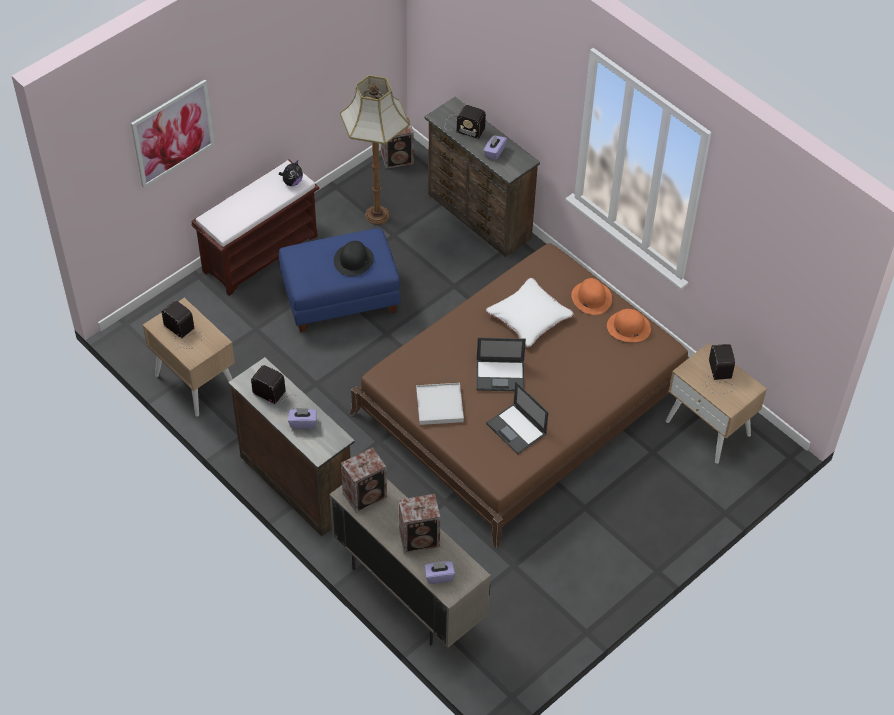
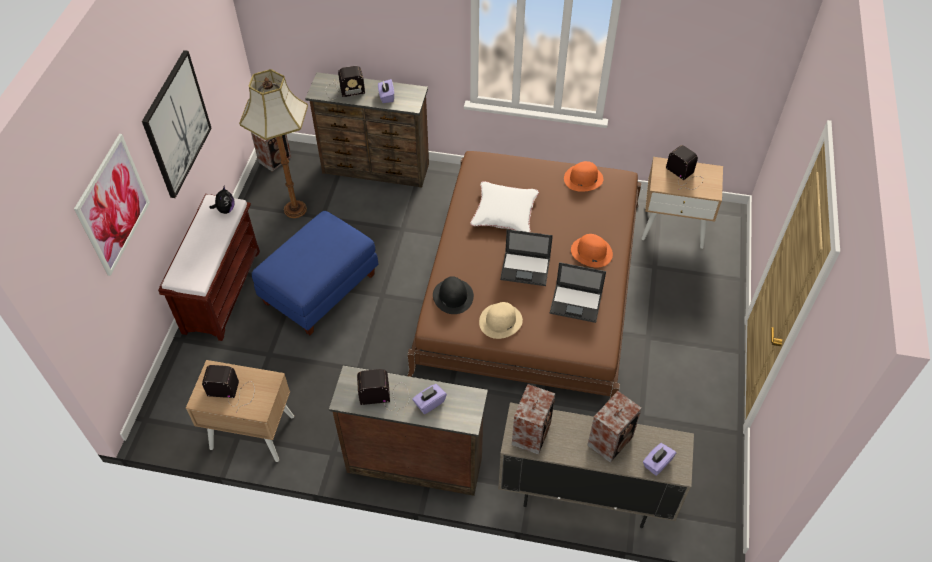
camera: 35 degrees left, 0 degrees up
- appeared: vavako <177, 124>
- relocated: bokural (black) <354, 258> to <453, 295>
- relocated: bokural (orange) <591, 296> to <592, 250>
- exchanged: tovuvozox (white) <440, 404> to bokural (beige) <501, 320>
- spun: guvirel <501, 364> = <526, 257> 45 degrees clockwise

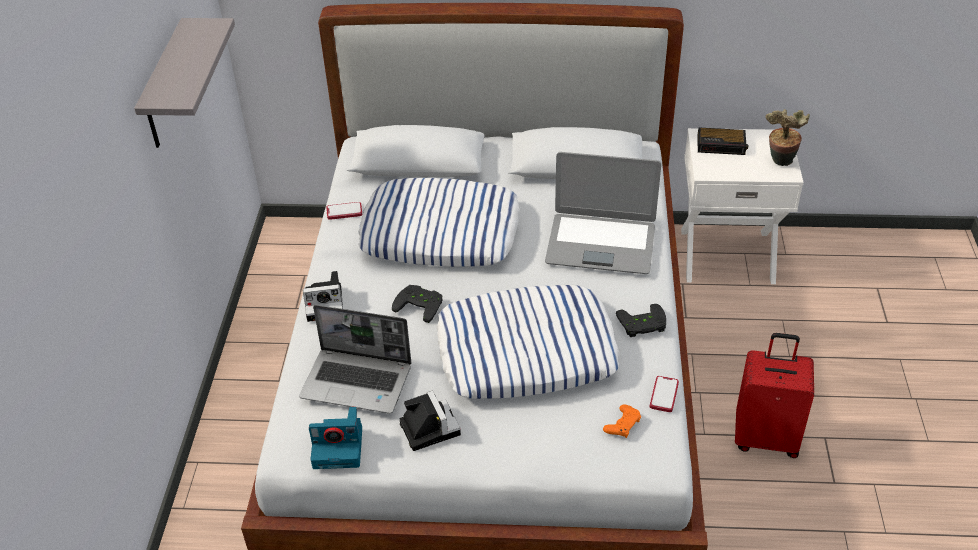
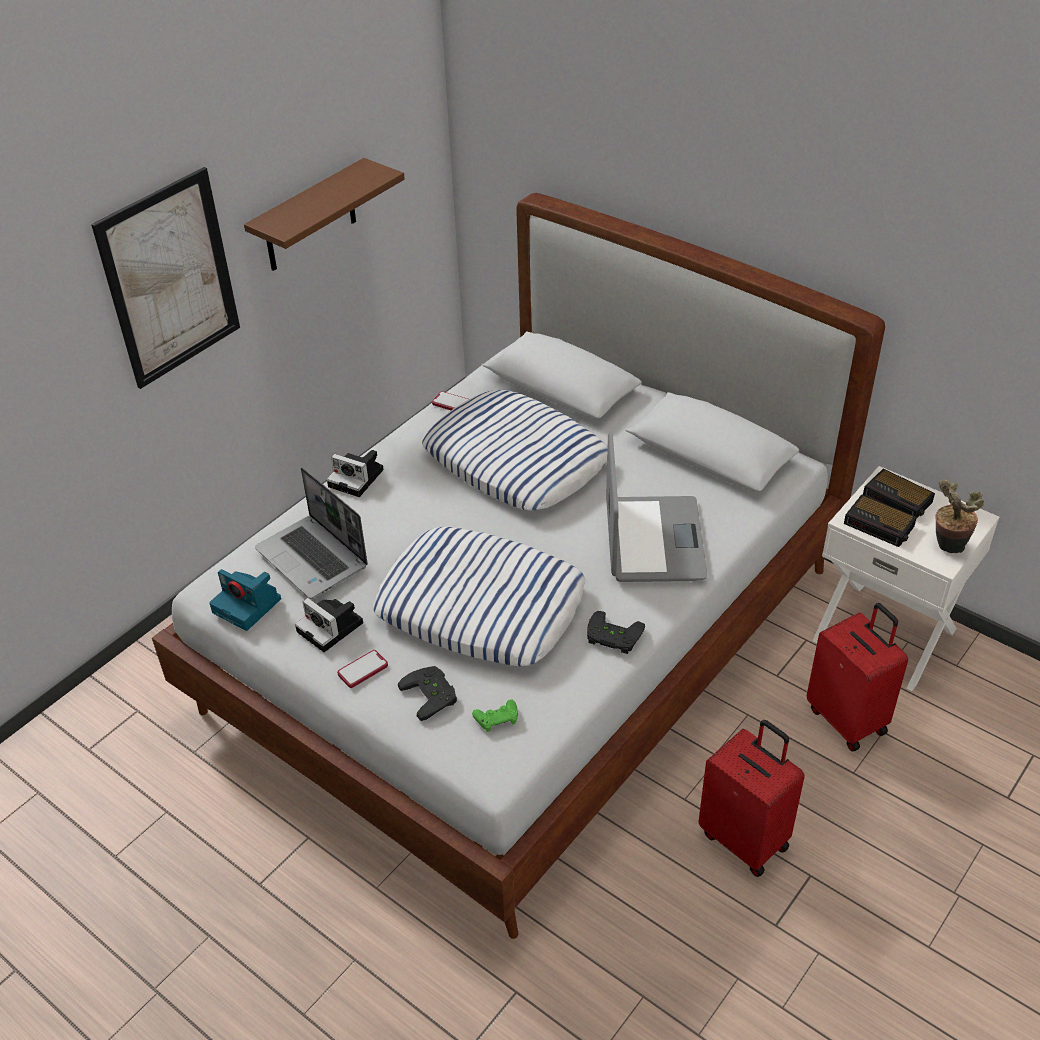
camera: 35 degrees right, 0 degrees up
- appeared: vavako <165, 278>
- appeared: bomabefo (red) <857, 677>
- appeared: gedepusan <880, 520>
- relocated: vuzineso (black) <417, 304> to <427, 693>
- relocated: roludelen <664, 394> to <362, 669>
- colour: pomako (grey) <184, 83> to pomako (brown) <324, 214>
- colour: vuzineso (orange) <622, 421> to vuzineso (green) <495, 715>
- spun: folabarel <430, 420> = <329, 625> 120 degrees clockwise
- spun: guvirel <603, 213> = <657, 506> 135 degrees counterclockwise

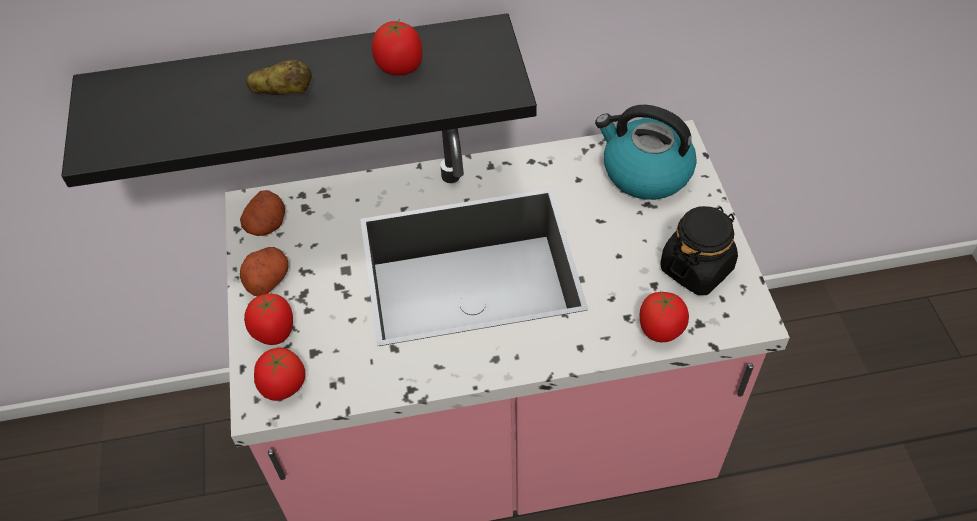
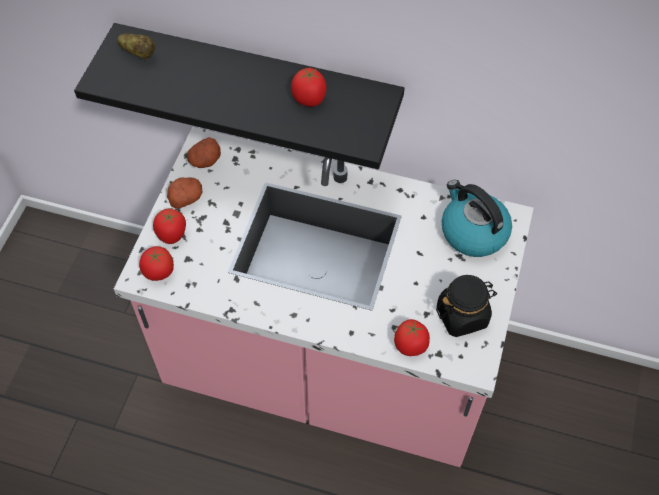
camera: 25 degrees right, 5 degrees up
- relocated: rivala <279, 77> to <136, 46>

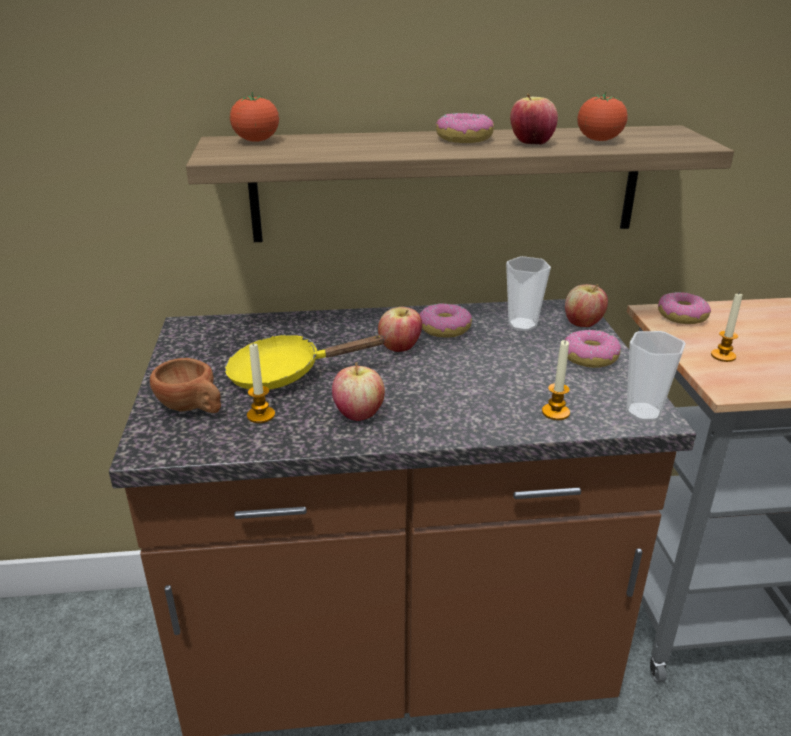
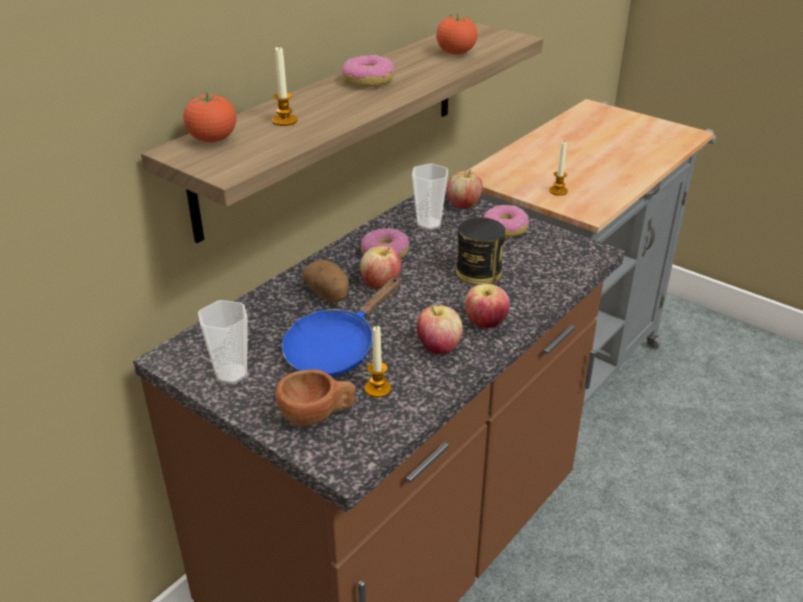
camera: 45 degrees left, 5 degrees up
- missing: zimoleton <684, 308>
- appeared: rivala <325, 281>
- appeared: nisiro <480, 251>
- relocated: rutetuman <534, 119> to <487, 306>
- relocated: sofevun <556, 380> to <285, 86>
- relocated: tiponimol <656, 376> to <223, 342>
- colour: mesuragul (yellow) <306, 362> to mesuragul (blue) <341, 327>

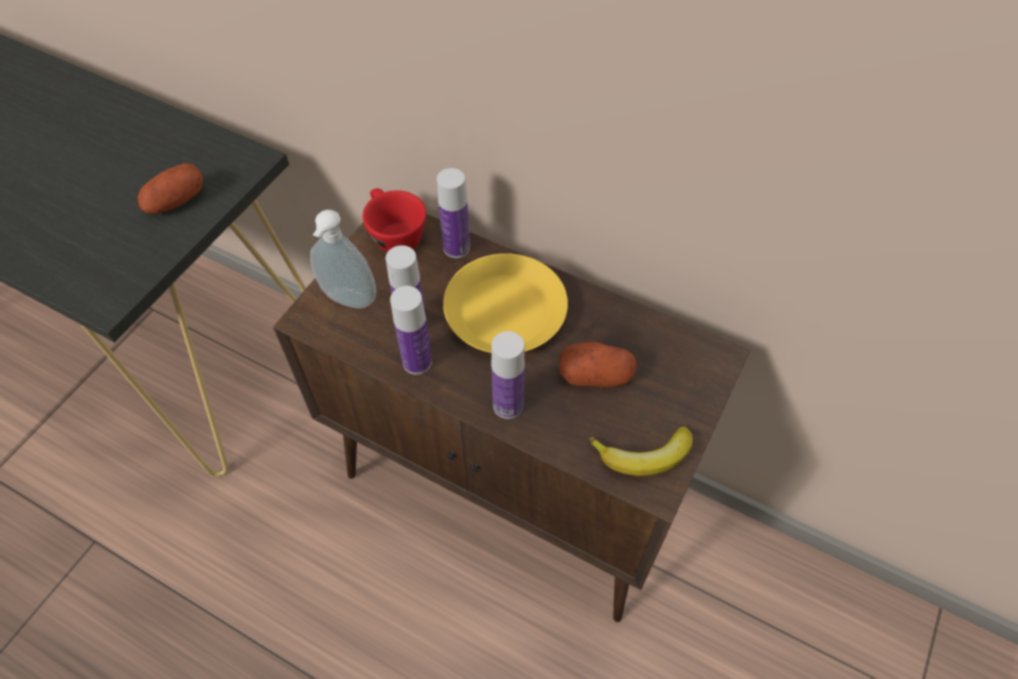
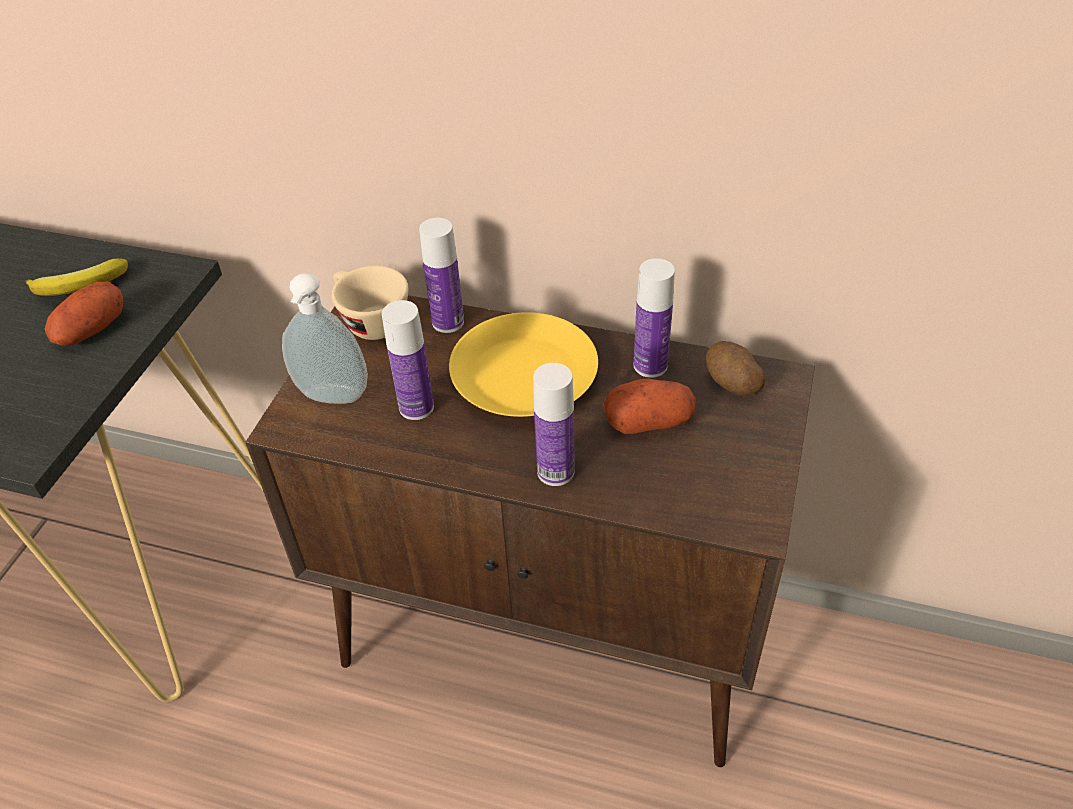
camera: 10 degrees left, 10 degrees down
- appeared: rivala <735, 368>
- relocated: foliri <411, 330> to <654, 318>
- relocated: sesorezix <641, 451> to <77, 277>
- colour: tiponimol (red) <394, 220> to tiponimol (beige) <370, 303>

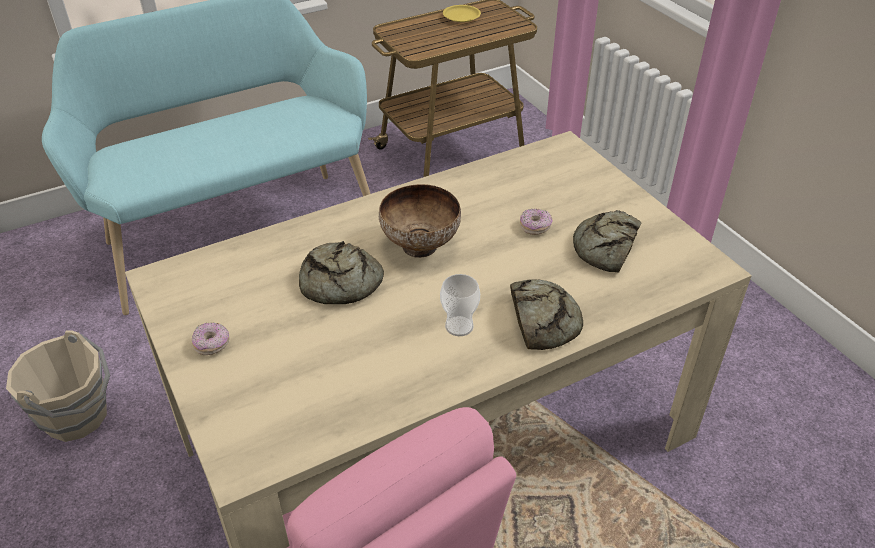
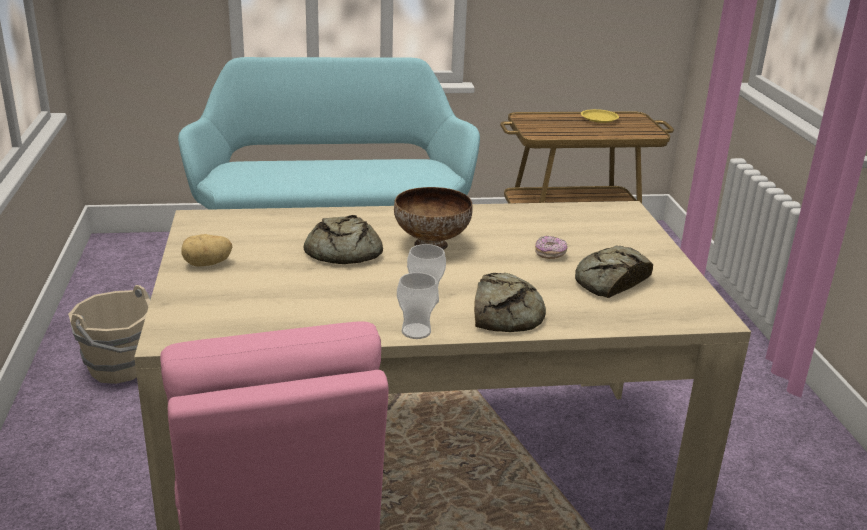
camera: 20 degrees right, 15 degrees down
- appeared: tiponimol <417, 305>
- exchanged: zimoleton <210, 338> to rivala <207, 250>

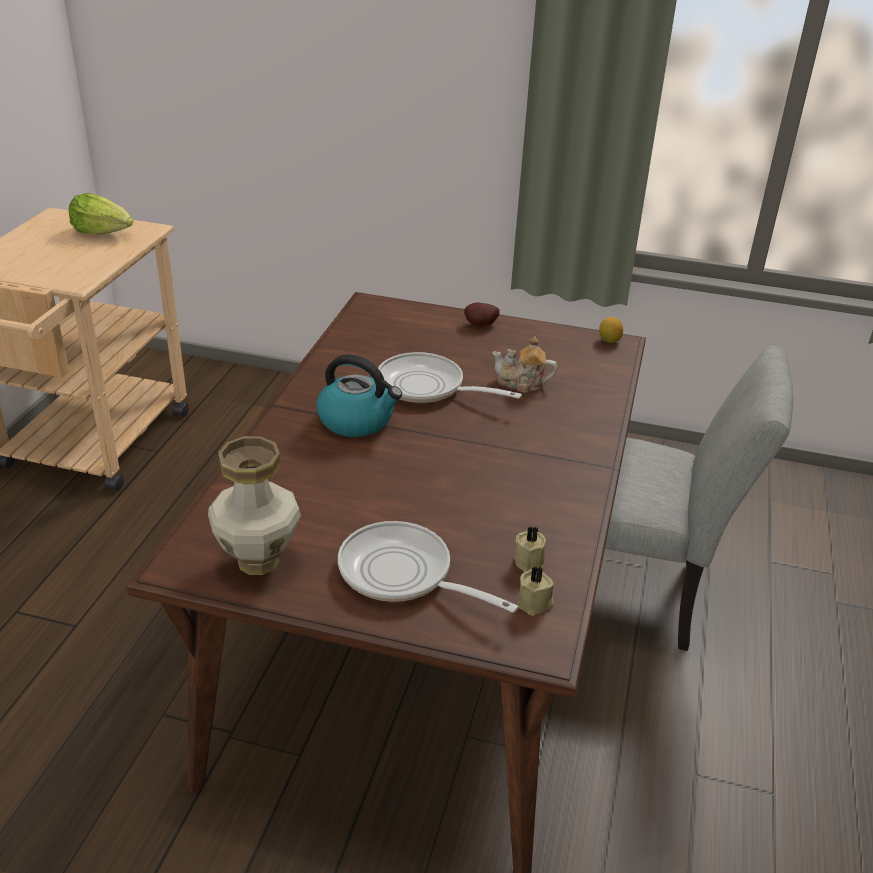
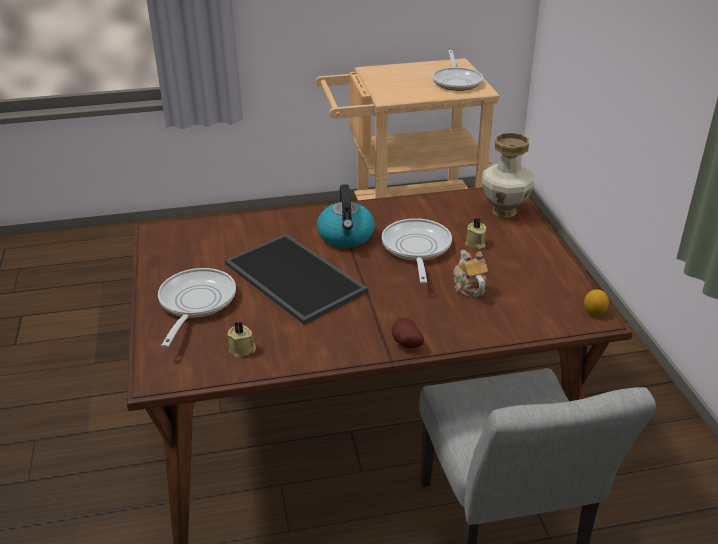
camera: 65 degrees right, 0 degrees up
- appeared: tovuvozox <296, 279>
- relocated: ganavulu <254, 506> to <508, 175>
- relocated: rivala <482, 314> to <408, 333>
- relocated: sofevun (beige) <535, 591> to <475, 233>
- exchanged: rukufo <101, 214> to mesuragul <457, 70>

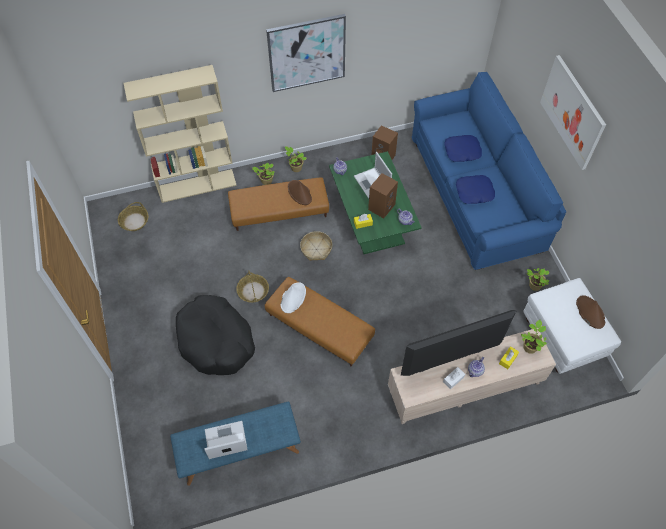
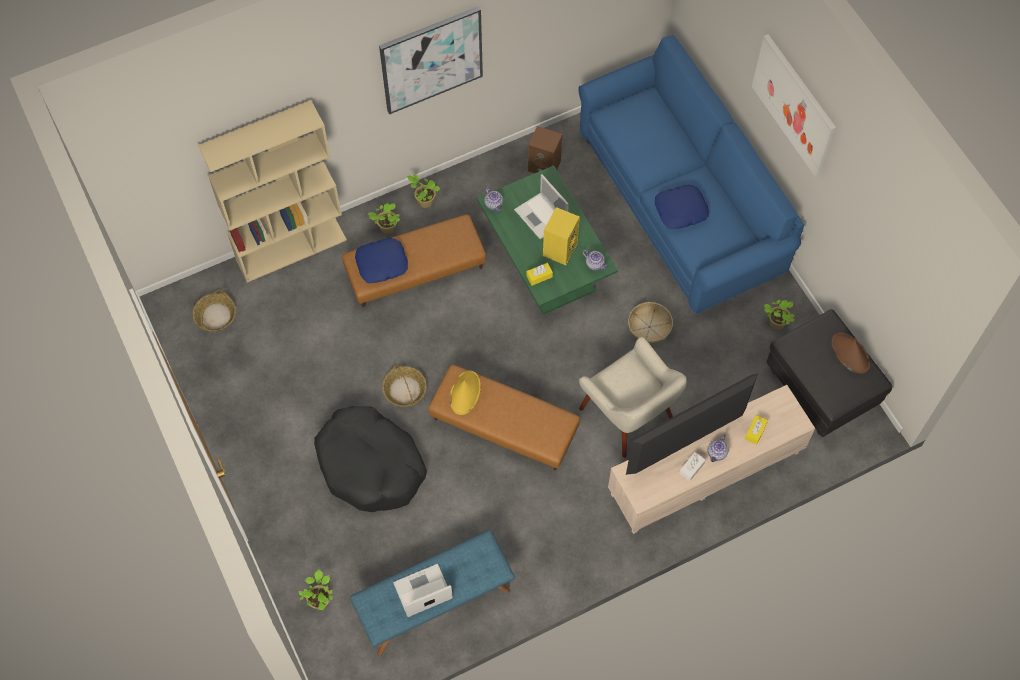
camera: 10 degrees left, 5 degrees up
- missing: bokural (brown) <300, 192>
- appeared: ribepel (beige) <633, 397>
- relocated: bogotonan <316, 246> to <650, 323>
- relocated: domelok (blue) <463, 148> to <381, 261>
- relocated: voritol <534, 337> to <315, 589>
- colour: bokural (white) <293, 297> to bokural (yellow) <465, 393>
- colour: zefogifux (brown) <383, 195> to zefogifux (yellow) <561, 236>
- colour: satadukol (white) <572, 326> to satadukol (black) <829, 373>

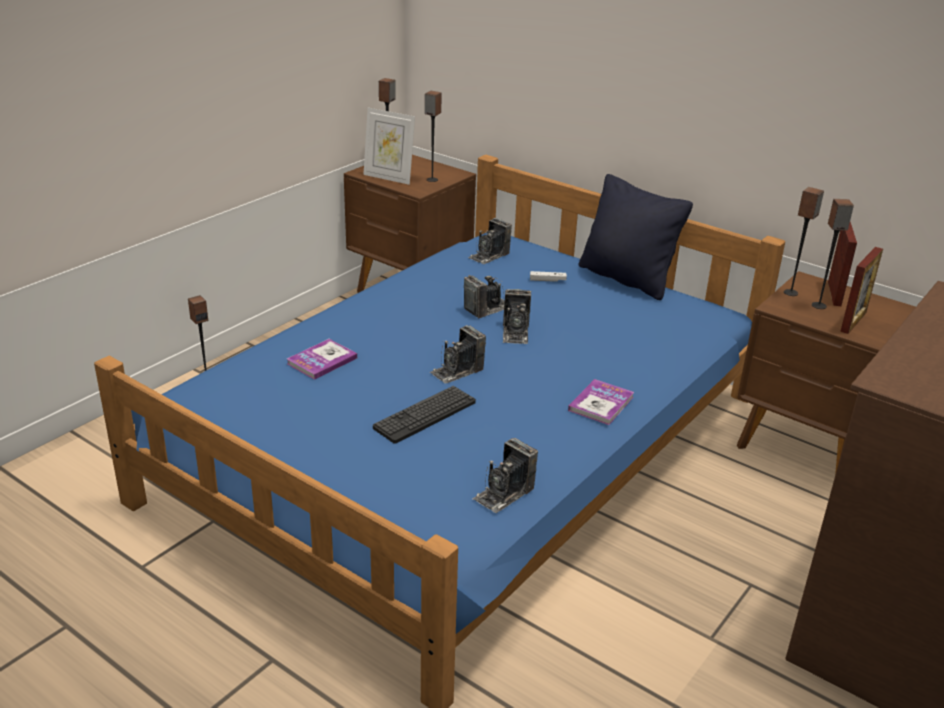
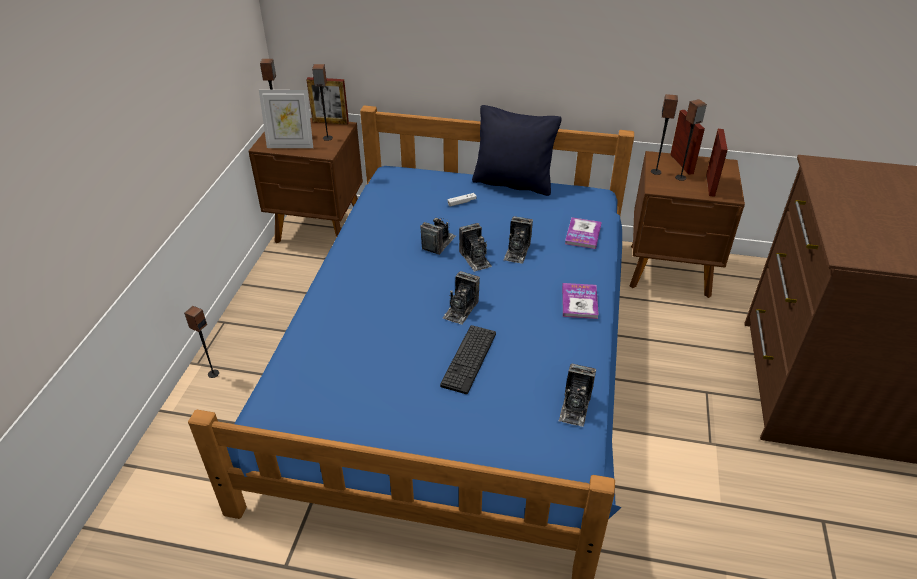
camera: 25 degrees left, 10 degrees up
- appeared: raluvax <327, 101>
- relocated: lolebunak <322, 359> to <583, 233>
- relocated: folabarel <490, 241> to <518, 240>

